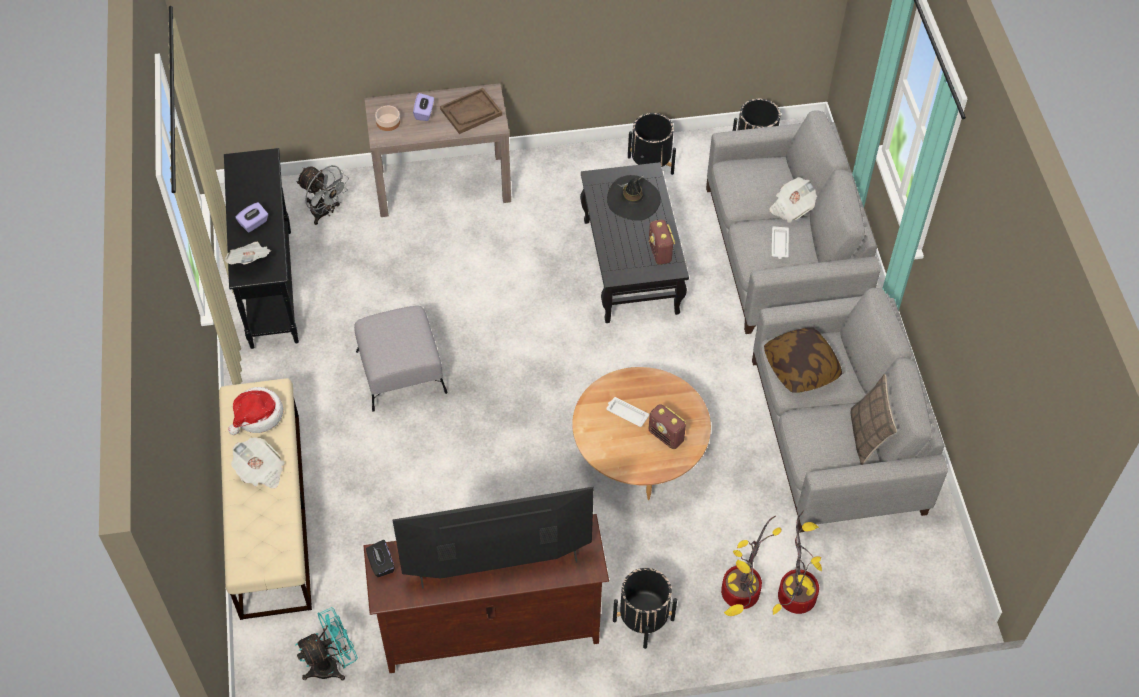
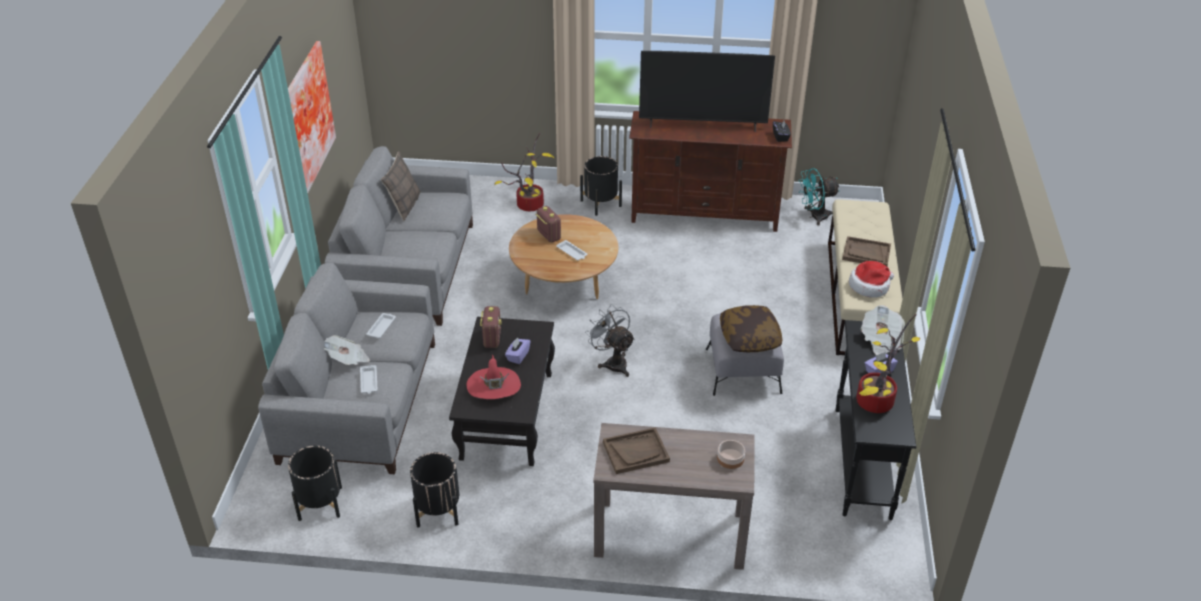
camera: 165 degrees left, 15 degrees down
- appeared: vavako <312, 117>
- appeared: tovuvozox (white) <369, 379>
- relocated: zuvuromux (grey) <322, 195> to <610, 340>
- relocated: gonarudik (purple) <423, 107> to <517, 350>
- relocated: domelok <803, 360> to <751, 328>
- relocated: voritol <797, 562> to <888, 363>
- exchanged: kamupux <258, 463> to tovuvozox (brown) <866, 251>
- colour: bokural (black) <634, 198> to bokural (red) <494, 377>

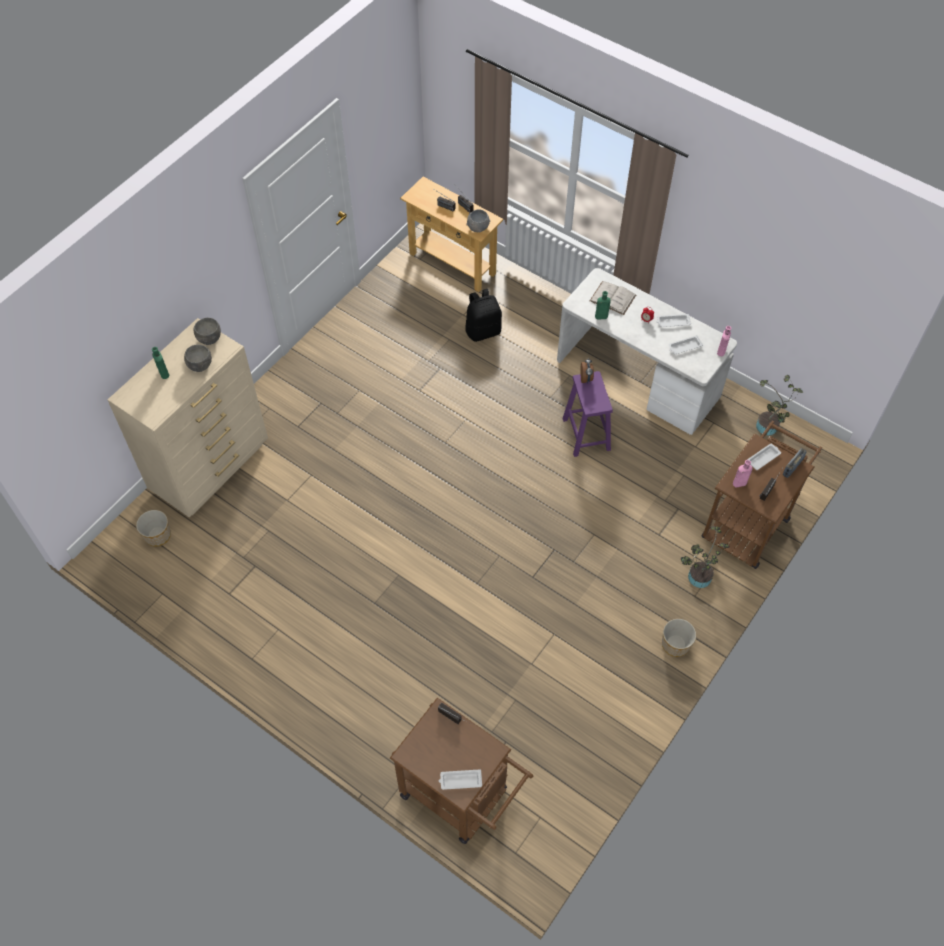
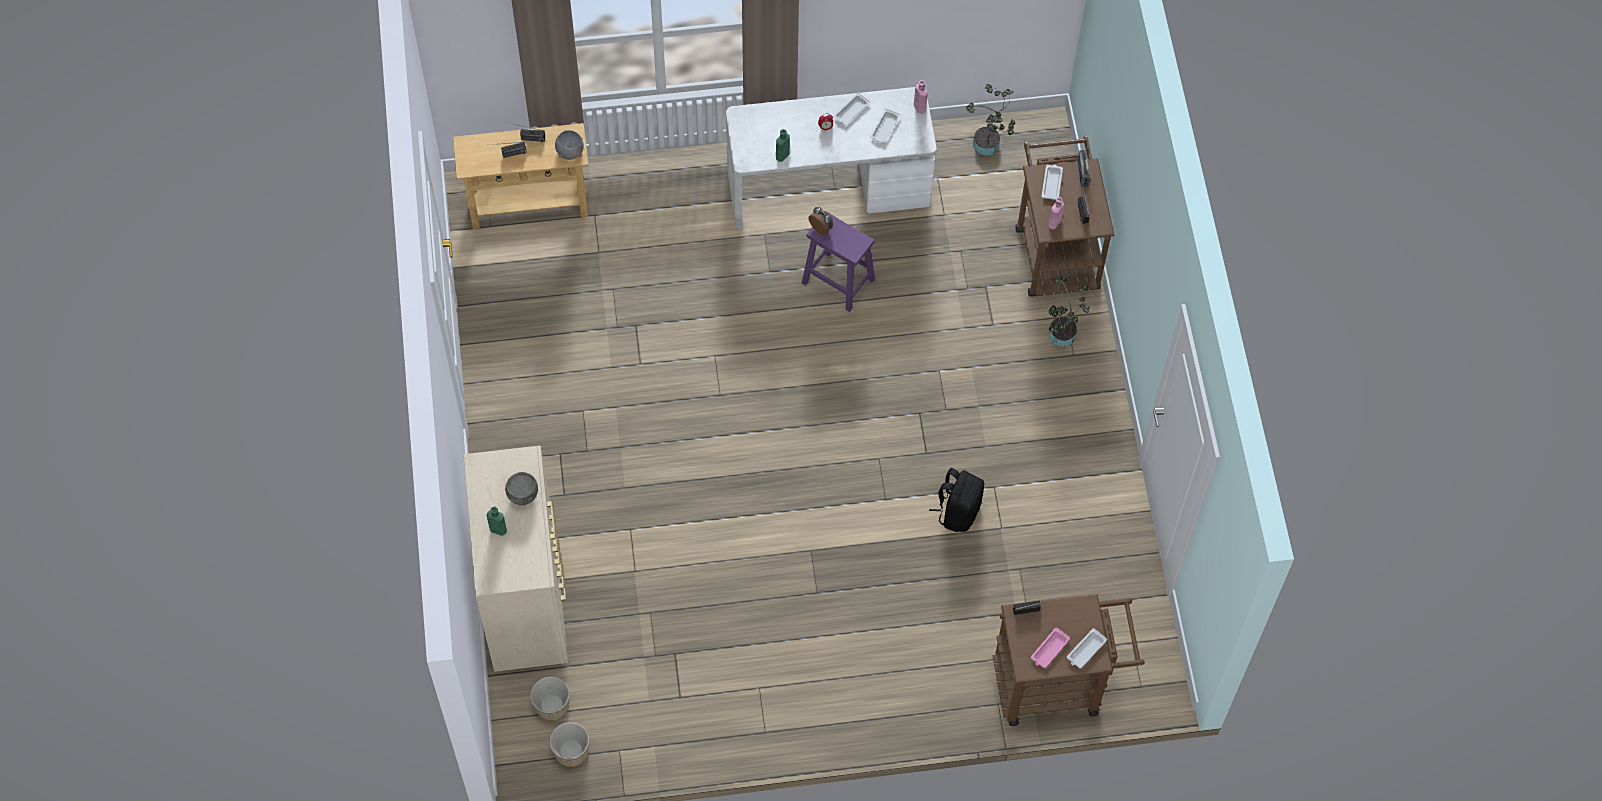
camera: 45 degrees left, 5 degrees up
- missing: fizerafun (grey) <207, 331>
- missing: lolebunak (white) <613, 298>
- appeared: tovuvozox (pink) <1050, 647>
- relocated: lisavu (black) <483, 315> to <956, 500>
- relocated: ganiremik <679, 638> to <569, 744>

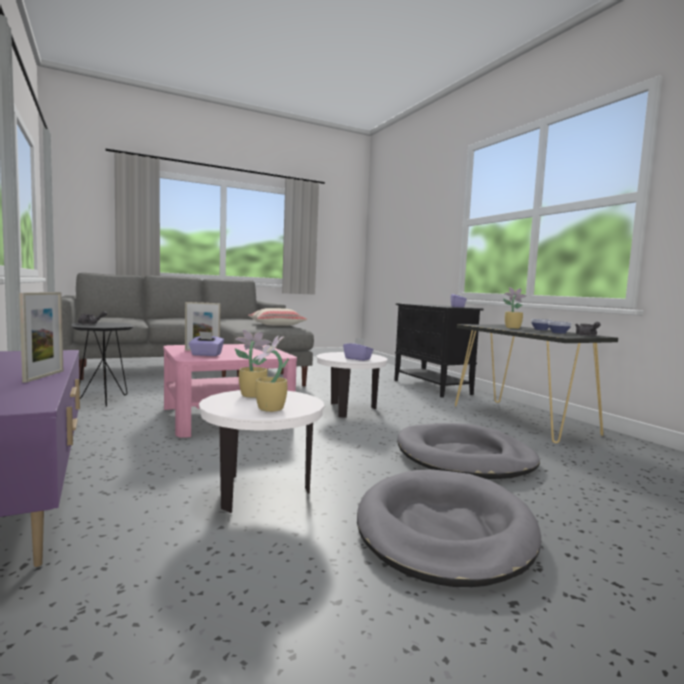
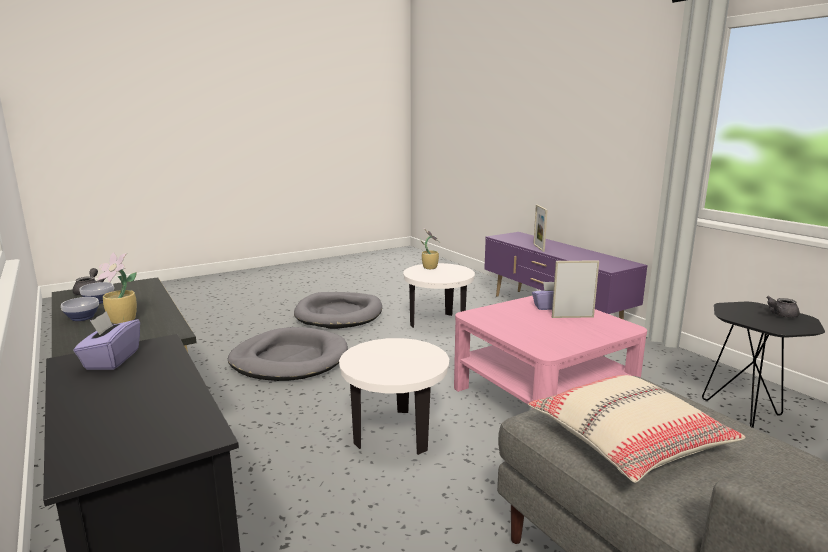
camera: 175 degrees right, 10 degrees up
- missing: voritol <253, 364>
- missing: gonarudik (purple) <358, 349>

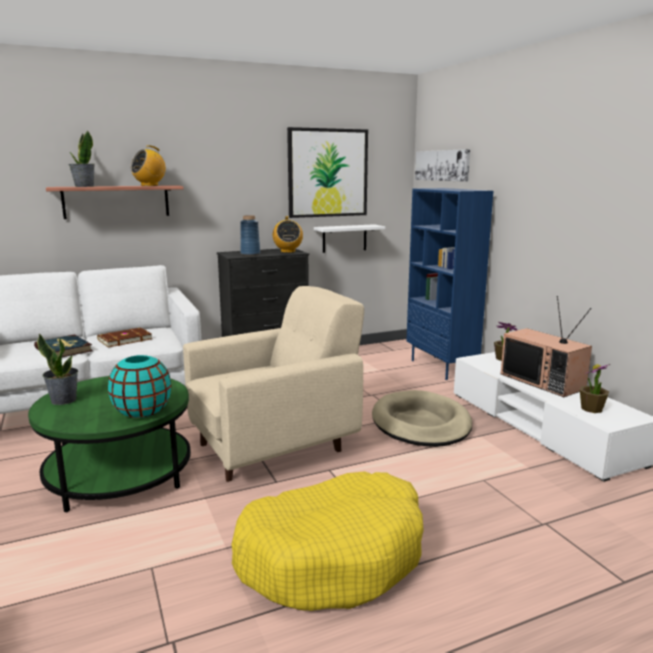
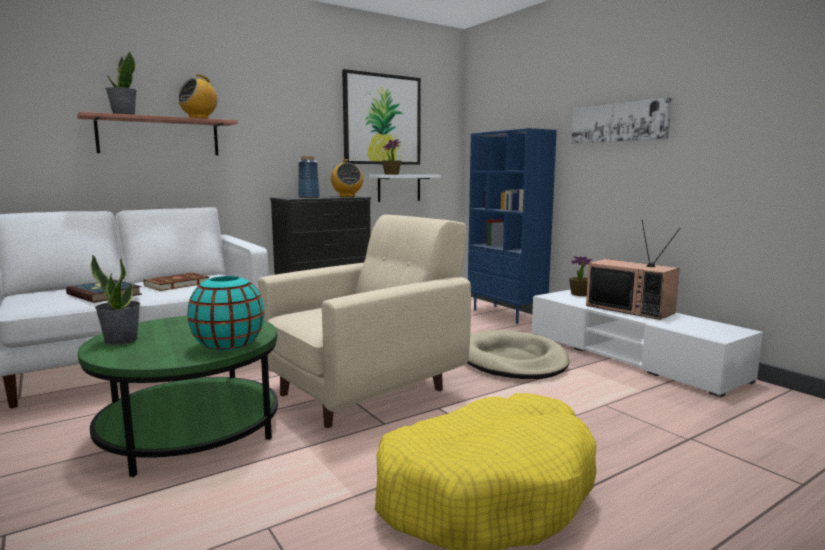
camera: 10 degrees left, 5 degrees down
- relocated: vavako <442, 165> to <622, 120>
- relocated: voritol <595, 388> to <391, 157>

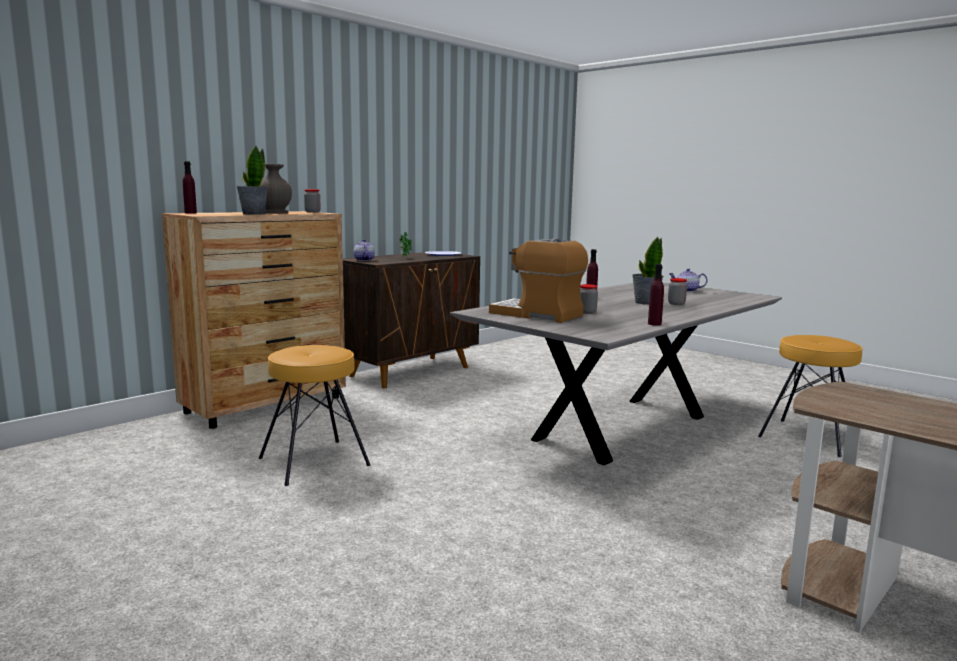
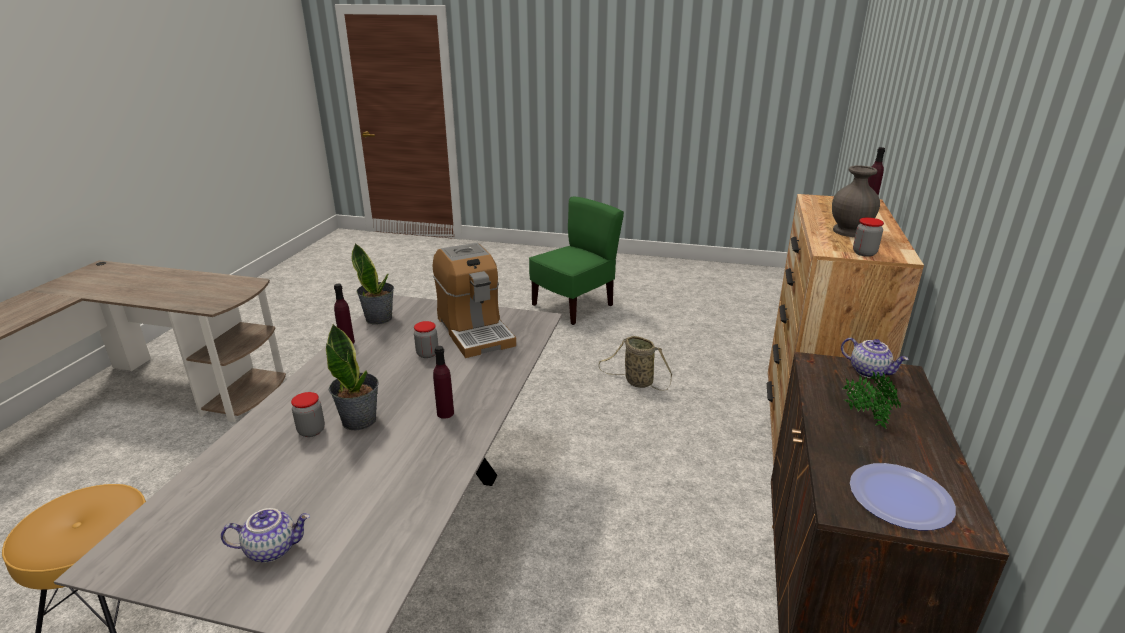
camera: 150 degrees right, 15 degrees up
- appeared: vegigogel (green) <576, 261>
- relocated: voritol <252, 180> to <373, 284>
- exchanged: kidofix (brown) <315, 415> to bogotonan <635, 363>
- spun: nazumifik <538, 281> = <474, 300> 60 degrees clockwise

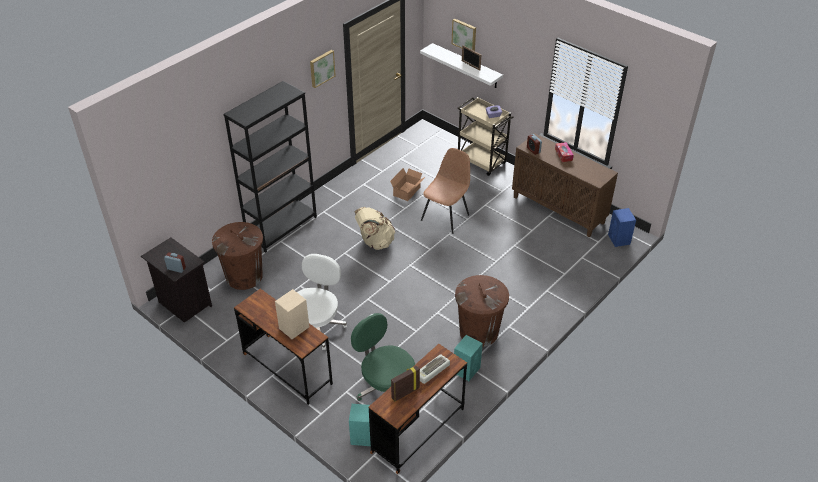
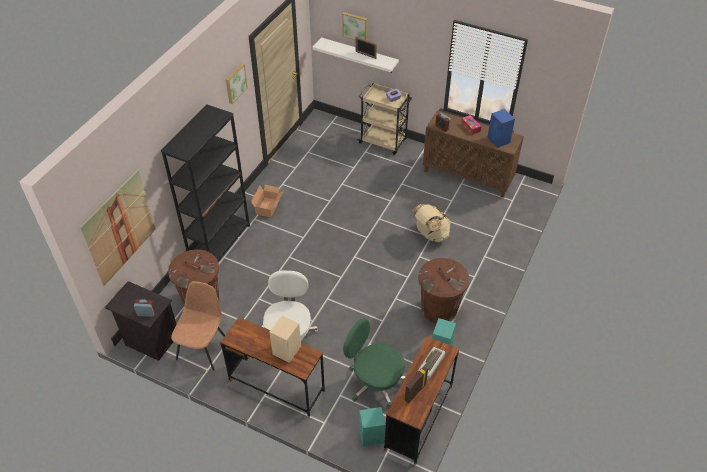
camera: 15 degrees left, 5 degrees up
- appeared: vavako <118, 228>
- relocated: lisavu (beige) <375, 228> to <431, 223>
- relocated: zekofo <407, 184> to <267, 201>
- relocated: vegigogel (brown) <445, 191> to <198, 326>
- relocated: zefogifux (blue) <622, 227> to <501, 128>

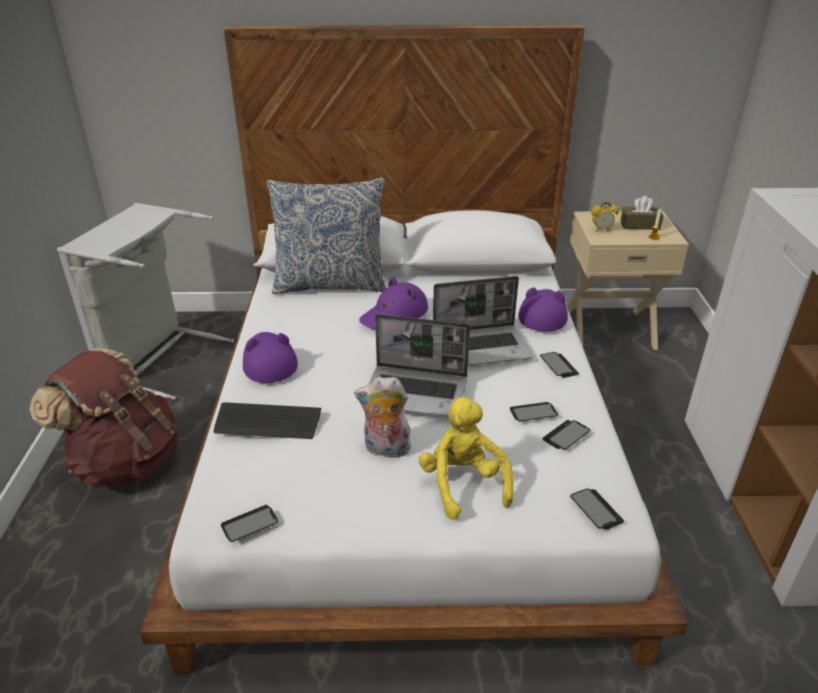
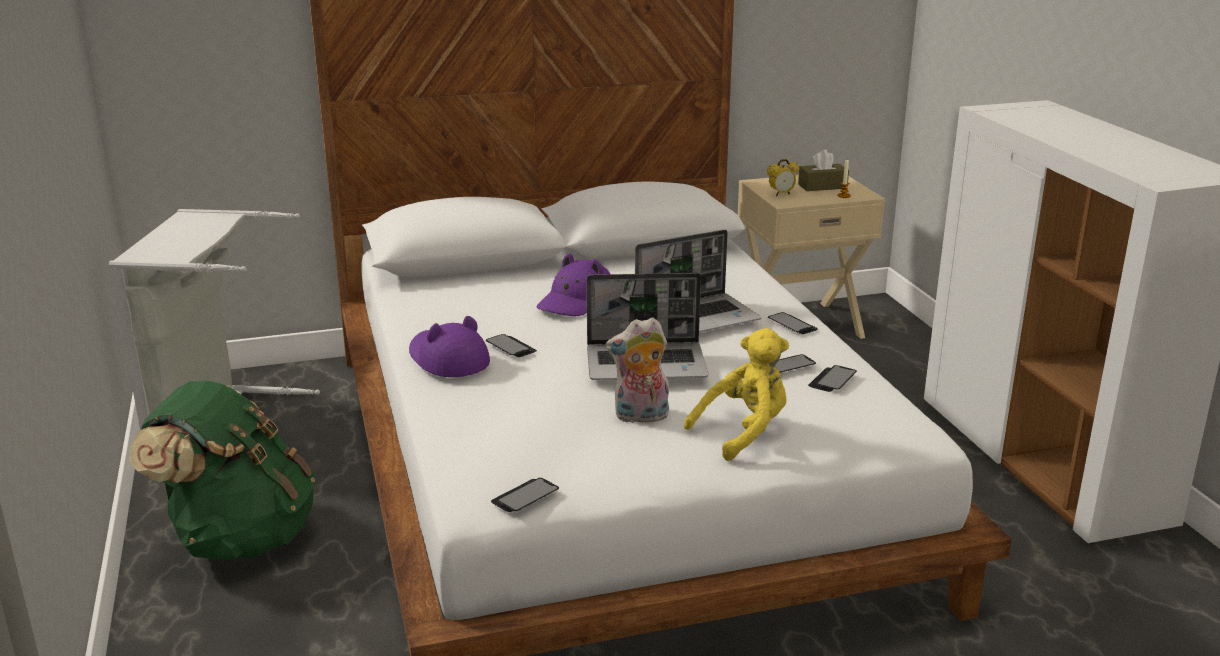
camera: 15 degrees left, 10 degrees down
- missing: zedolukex <267, 420>
- missing: domelok <326, 235>
- missing: bokural (purple) <543, 309>
- relocated: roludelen <597, 509> to <511, 345>
- colour: lisavu (brown) <103, 418> to lisavu (green) <222, 470>
- spun: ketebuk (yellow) <466, 458> = <736, 394> 90 degrees clockwise

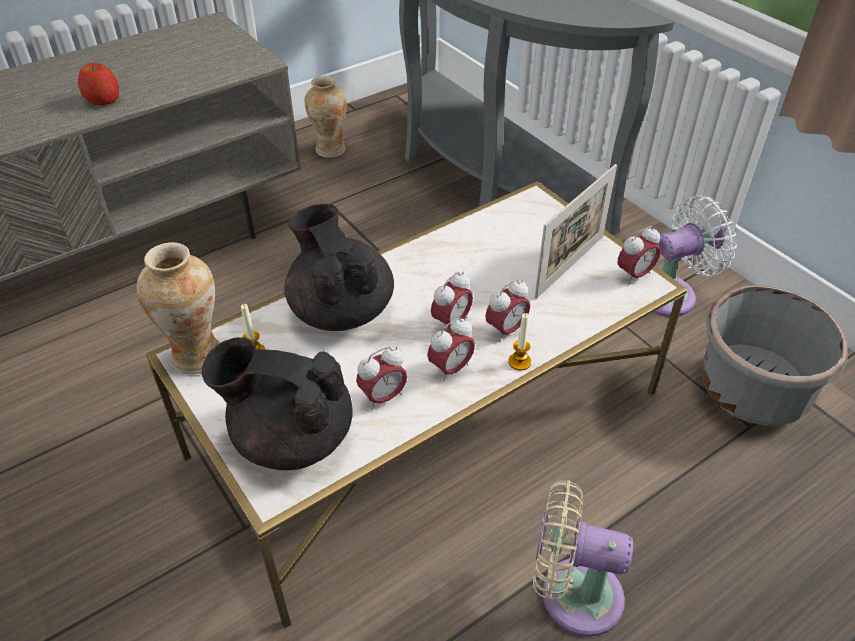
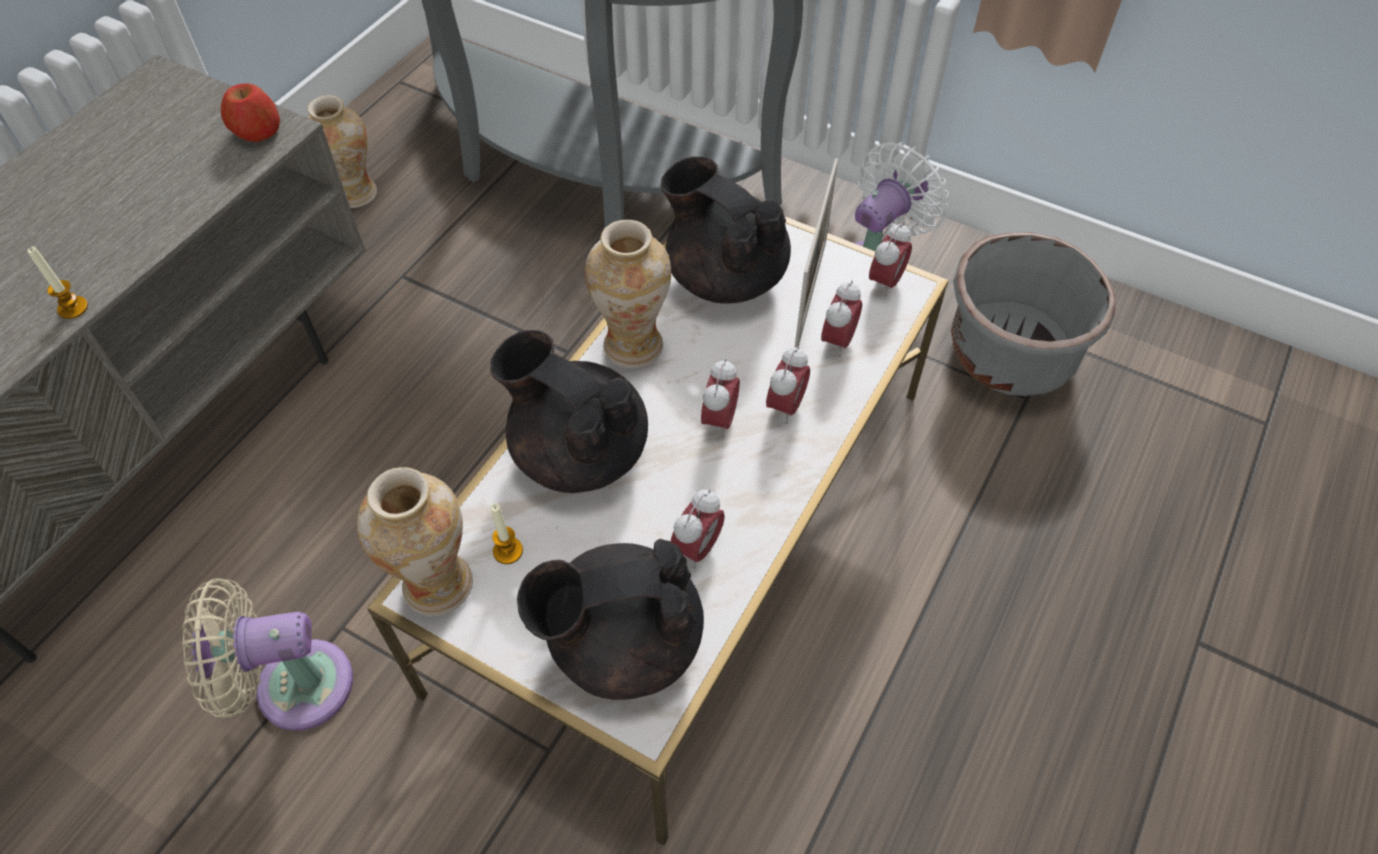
camera: 25 degrees left, 10 degrees up
- appeared: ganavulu <628, 294>
- appeared: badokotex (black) <726, 230>
- relocated: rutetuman <98, 84> to <250, 113>
- relocated: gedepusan <451, 350> to <841, 319>
- relocated: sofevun <519, 341> to <58, 282>
- relocated: zuvuromux (beige) <583, 558> to <267, 654>

